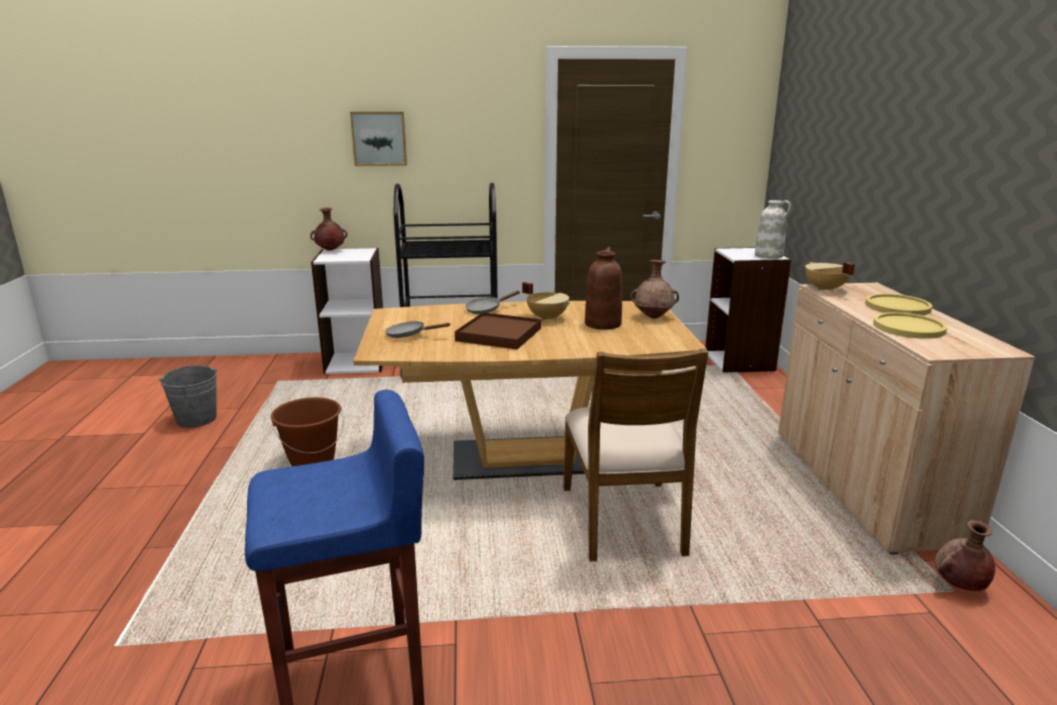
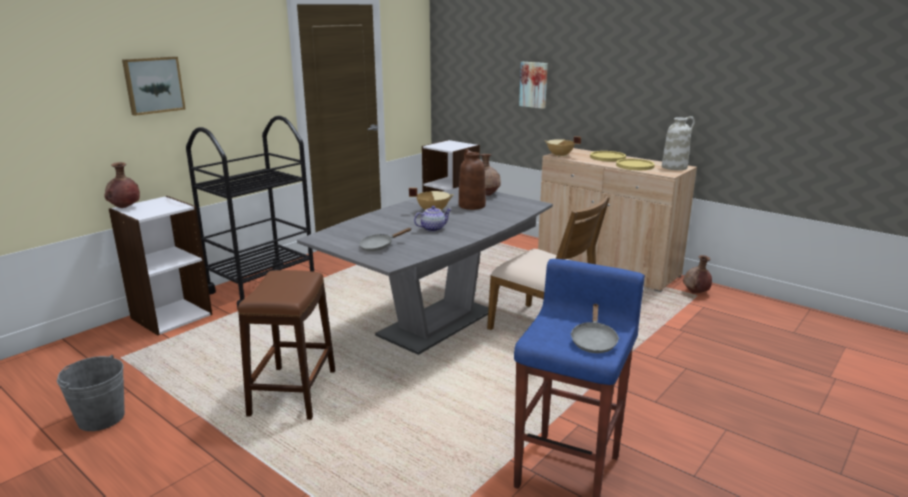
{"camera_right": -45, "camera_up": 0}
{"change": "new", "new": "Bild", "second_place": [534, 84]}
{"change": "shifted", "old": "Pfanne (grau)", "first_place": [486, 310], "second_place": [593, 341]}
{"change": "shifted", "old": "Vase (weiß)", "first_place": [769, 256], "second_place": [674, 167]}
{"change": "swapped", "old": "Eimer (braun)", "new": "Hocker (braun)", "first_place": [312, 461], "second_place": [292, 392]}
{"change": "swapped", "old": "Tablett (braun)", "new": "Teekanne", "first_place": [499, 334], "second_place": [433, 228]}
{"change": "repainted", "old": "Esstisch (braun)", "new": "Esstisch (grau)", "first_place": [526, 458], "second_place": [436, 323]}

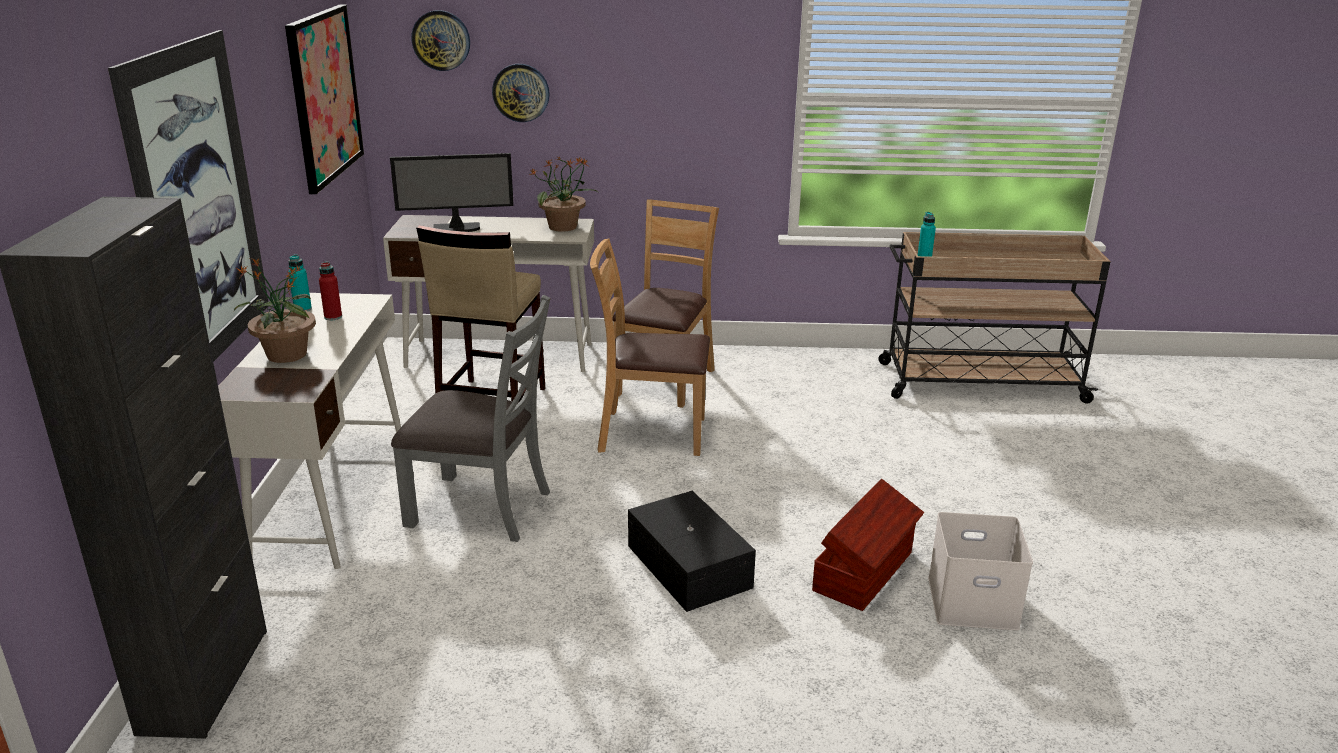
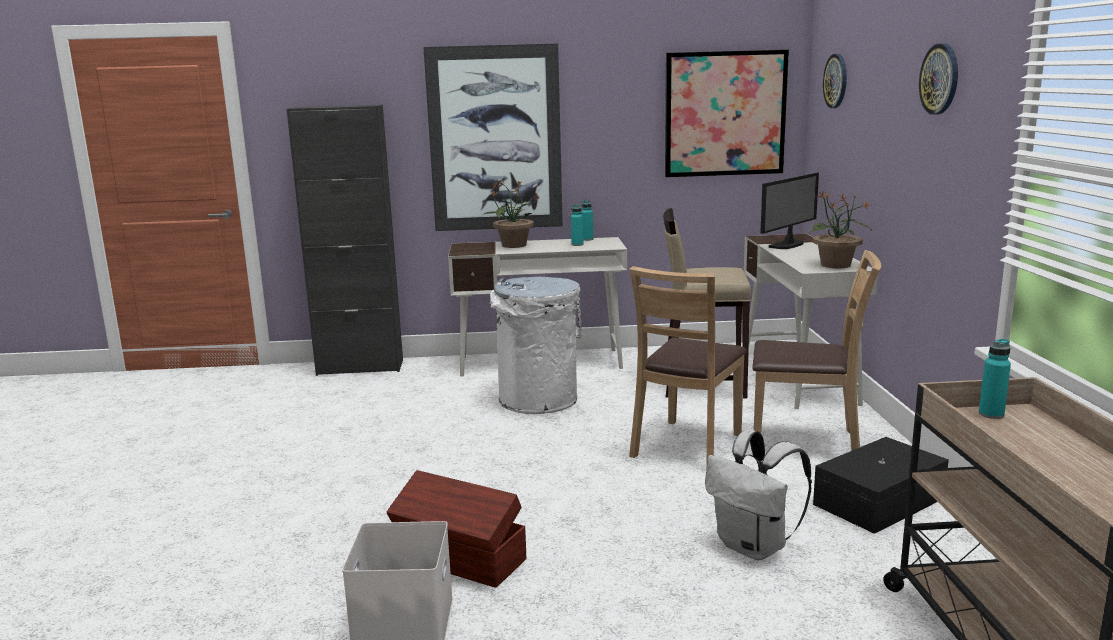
{"camera_right": 85, "camera_up": -10}
{"change": "new", "new": "Rucksack (weiß)", "second_place": [754, 547]}
{"change": "shifted", "old": "Wanduhr", "first_place": [521, 92], "second_place": [940, 79]}
{"change": "shifted", "old": "Aufbewahrungsbox (schwarz)", "first_place": [690, 565], "second_place": [881, 502]}
{"change": "swapped", "old": "Stuhl (grau)", "new": "Mülleimer (weiß)", "first_place": [481, 507], "second_place": [539, 401]}
{"change": "repainted", "old": "Flasche (rot)", "new": "Flasche (türkis)", "first_place": [333, 317], "second_place": [577, 244]}
{"change": "rotated", "old": "Monitor", "first_place": [456, 229], "second_place": [788, 245], "degrees": -120}
{"change": "rotated", "old": "Stuhl (braun)", "first_place": [650, 433], "second_place": [687, 446], "degrees": -150}

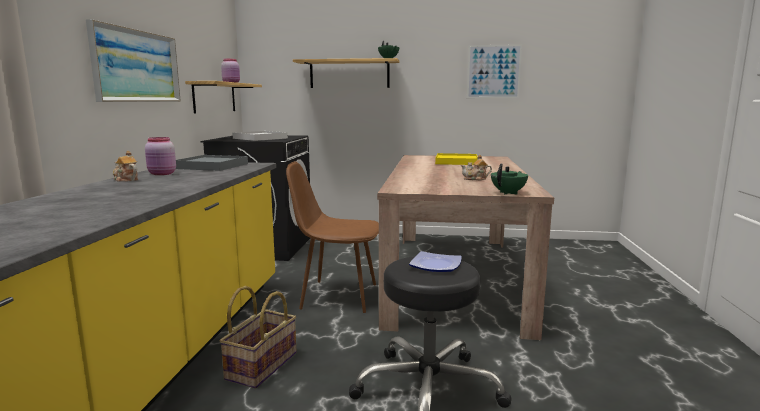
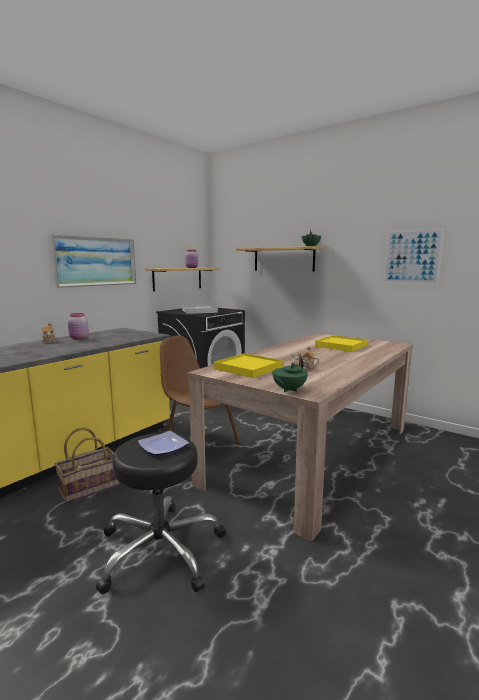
{"camera_right": 30, "camera_up": 0}
{"change": "gone", "old": "Tablett (grau)", "first_place": [212, 166]}
{"change": "new", "new": "Tablett (gelb)", "second_place": [248, 368]}
{"change": "rotated", "old": "Teekanne (grün)", "first_place": [508, 193], "second_place": [288, 390], "degrees": 150}

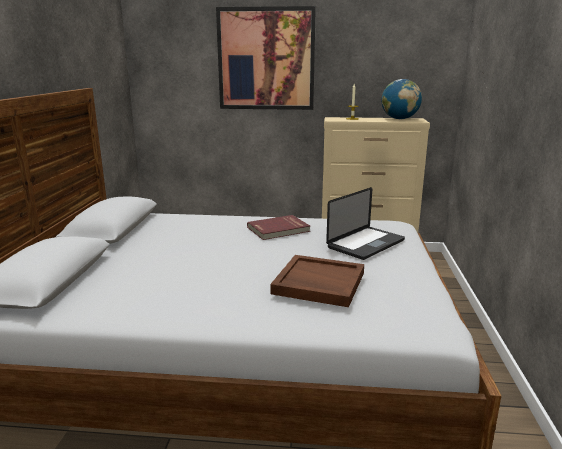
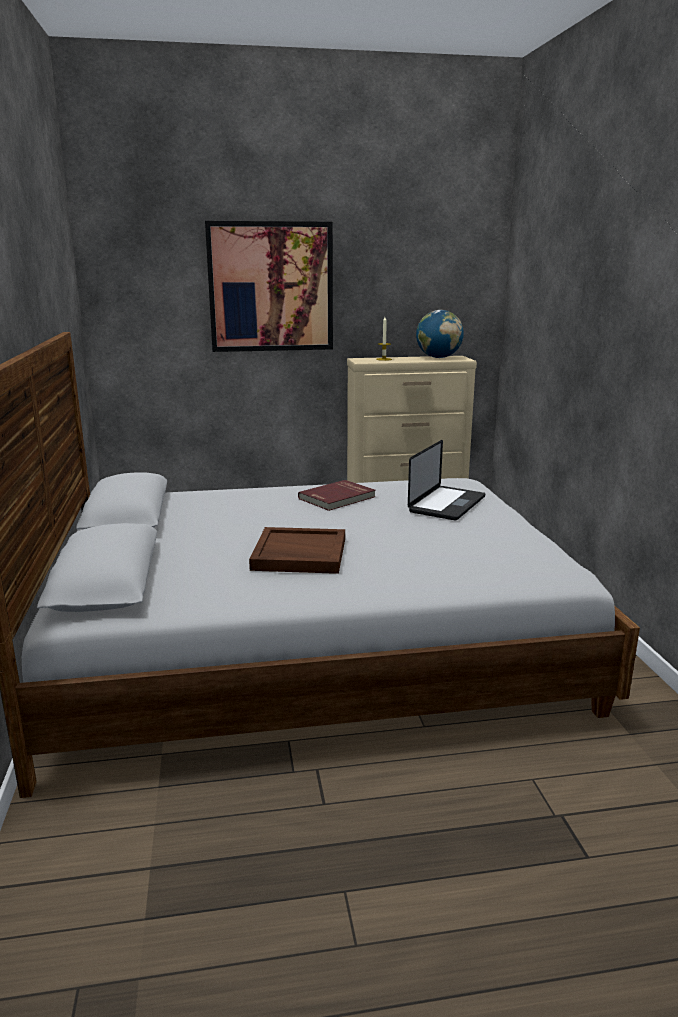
{"camera_right": -15, "camera_up": 0}
{"change": "shifted", "old": "Tablett (braun)", "first_place": [318, 283], "second_place": [298, 554]}

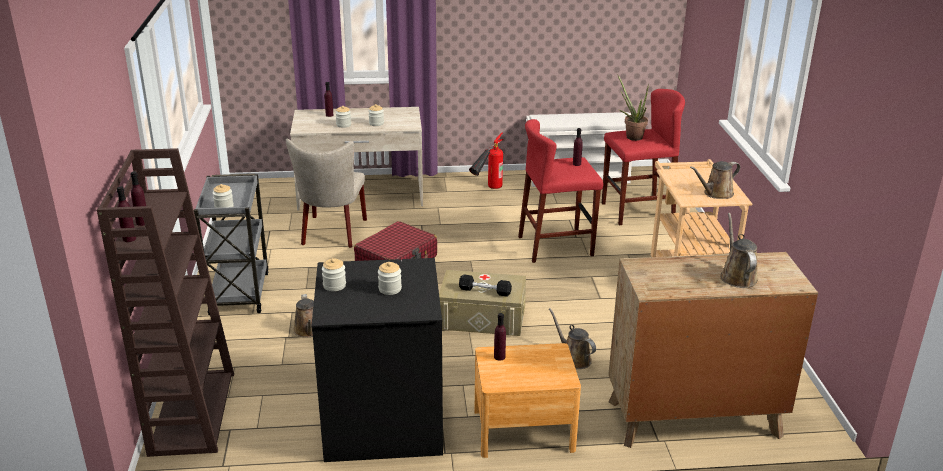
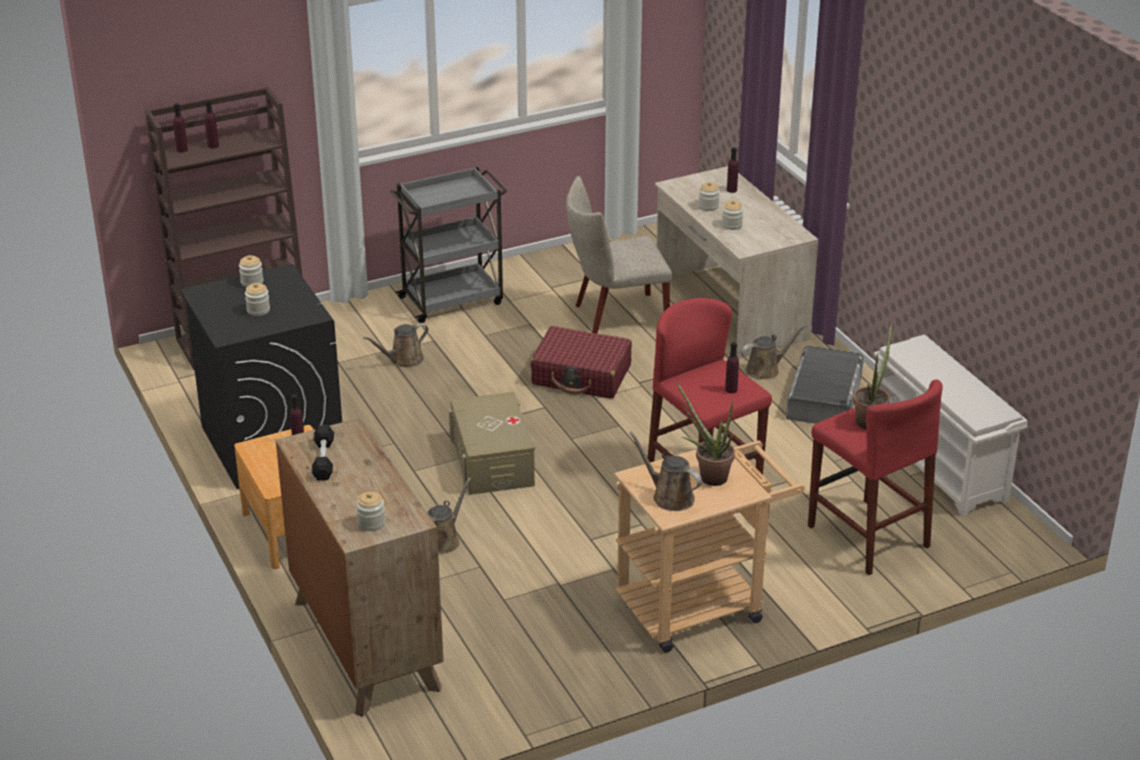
{"camera_right": 70, "camera_up": 5}
{"change": "new", "new": "Topfpflanze", "second_place": [708, 476]}
{"change": "shifted", "old": "Vorratsglas", "first_place": [224, 207], "second_place": [371, 523]}
{"change": "shifted", "old": "Hantel (schwarz)", "first_place": [485, 291], "second_place": [323, 460]}
{"change": "shifted", "old": "Gießkanne (braun)", "first_place": [737, 276], "second_place": [765, 370]}
{"change": "swapped", "old": "Feuerlöscher", "new": "Aufbewahrungsbox (grau)", "first_place": [487, 190], "second_place": [824, 397]}

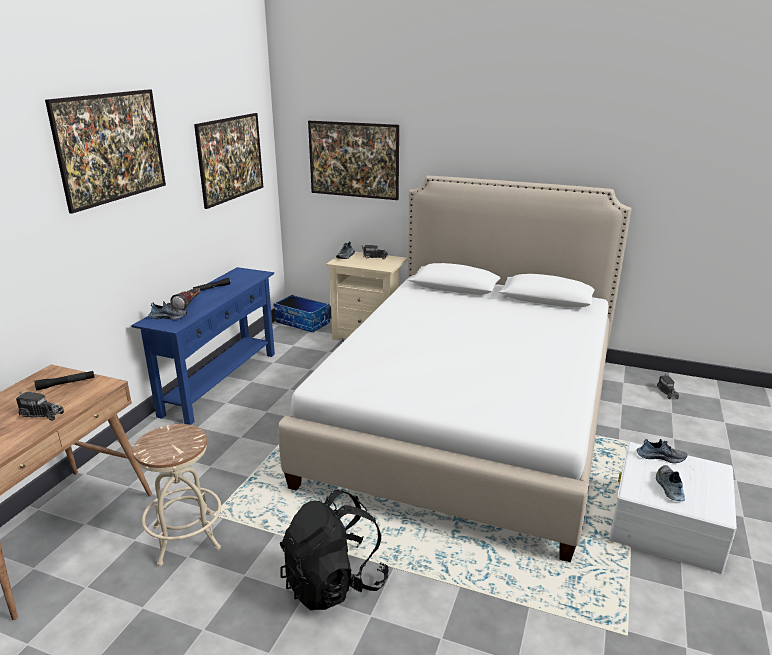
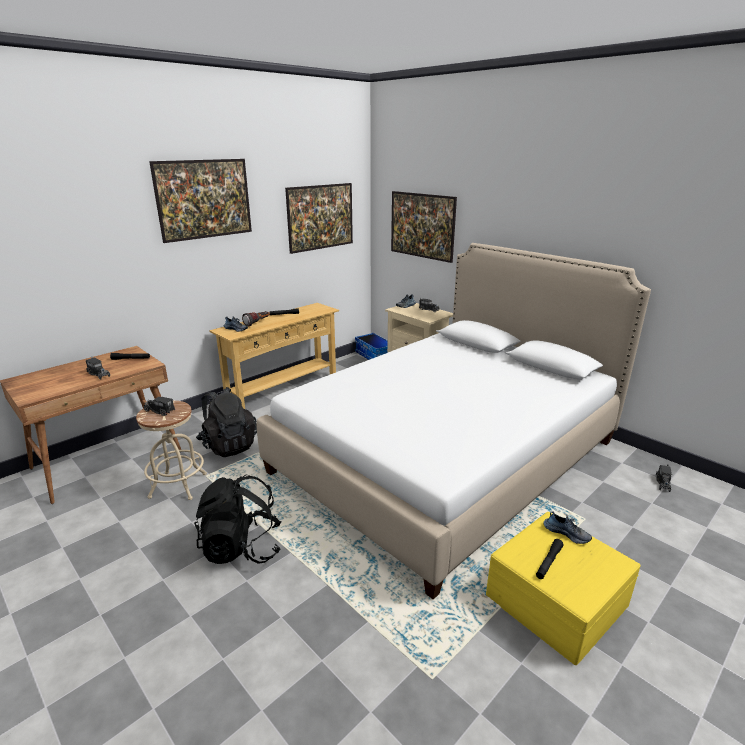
{"camera_right": 25, "camera_up": 0}
{"change": "new", "new": "Spielzeuglaster", "second_place": [161, 411]}
{"change": "new", "new": "Rucksack (schwarz)", "second_place": [228, 445]}
{"change": "swapped", "old": "Schuh", "new": "Taschenlampe (schwarz)", "first_place": [668, 487], "second_place": [548, 562]}
{"change": "repainted", "old": "Konsolentisch (blau)", "new": "Konsolentisch (beige)", "first_place": [220, 383], "second_place": [283, 387]}
{"change": "repainted", "old": "Aufbewahrungsbox (weiß)", "new": "Aufbewahrungsbox (gelb)", "first_place": [666, 524], "second_place": [555, 600]}

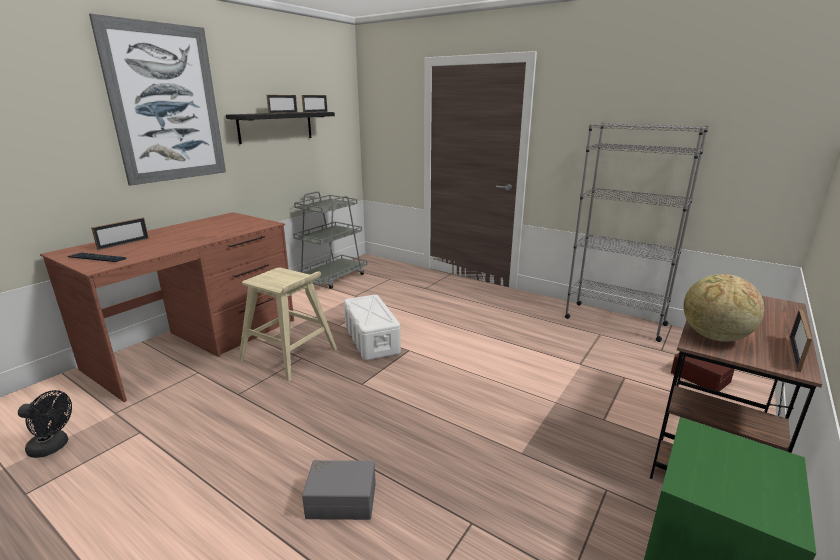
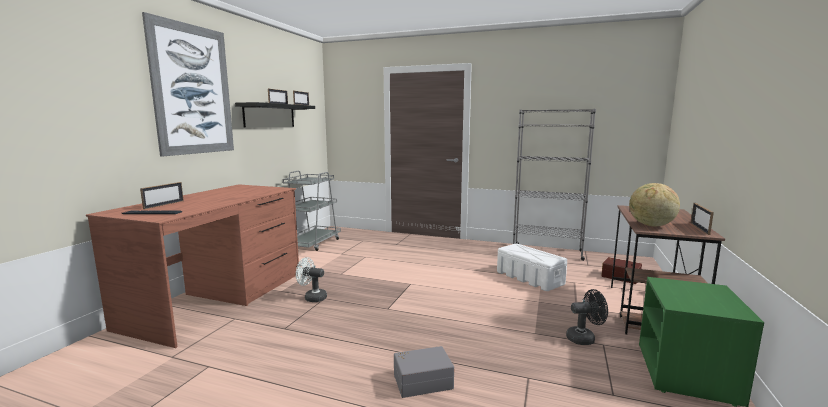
{"camera_right": -15, "camera_up": -10}
{"change": "shifted", "old": "Ventilator (schwarz)", "first_place": [53, 447], "second_place": [584, 338]}
{"change": "shifted", "old": "Aufbewahrungsbox (weiß)", "first_place": [371, 339], "second_place": [530, 278]}
{"change": "swapped", "old": "Hocker (beige)", "new": "Ventilator (weiß)", "first_place": [289, 355], "second_place": [312, 297]}

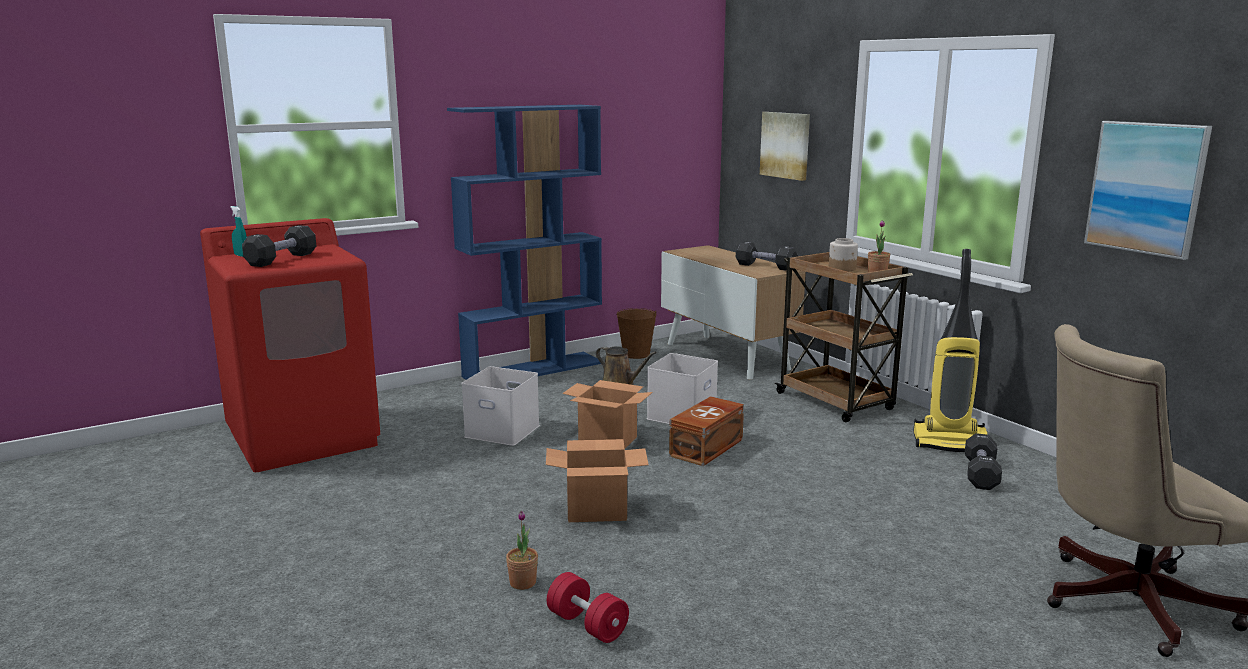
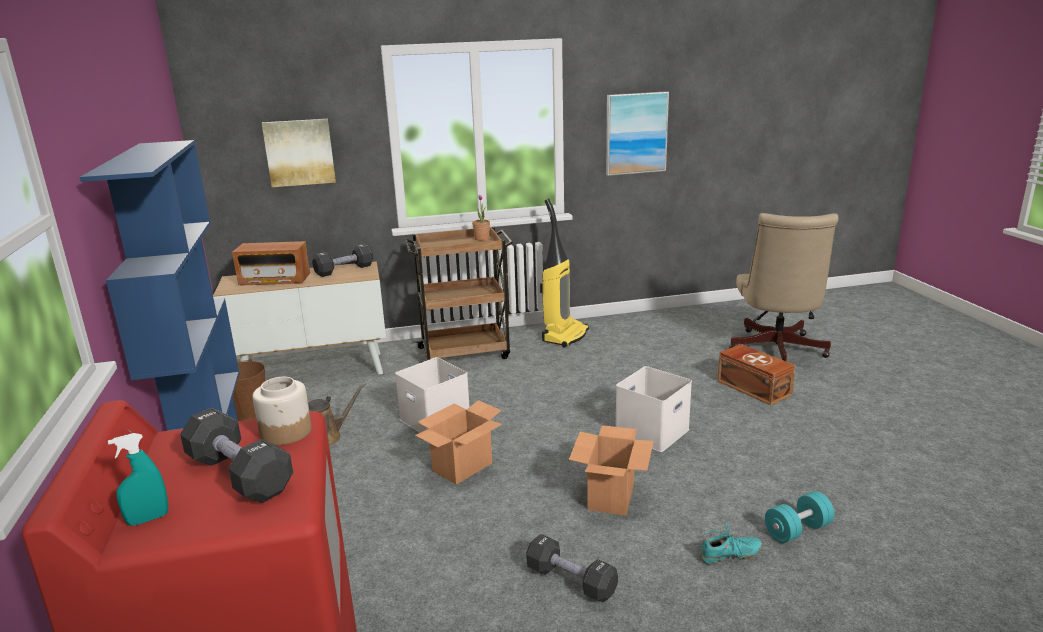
{"camera_right": -70, "camera_up": 5}
{"change": "new", "new": "Radio", "second_place": [274, 280]}
{"change": "shifted", "old": "Aufbewahrungsbox (weiß)", "first_place": [504, 431], "second_place": [651, 431]}
{"change": "shifted", "old": "Aufbewahrungsbox (braun)", "first_place": [708, 447], "second_place": [753, 387]}
{"change": "shifted", "old": "Vorratsglas", "first_place": [842, 268], "second_place": [286, 432]}
{"change": "shifted", "old": "Hantel (schwarz)", "first_place": [980, 474], "second_place": [571, 581]}
{"change": "swapped", "old": "Topfpflanze", "new": "Schuh (türkis)", "first_place": [523, 583], "second_place": [730, 555]}
{"change": "repainted", "old": "Hantel (rot)", "new": "Hantel (türkis)", "first_place": [587, 625], "second_place": [797, 530]}

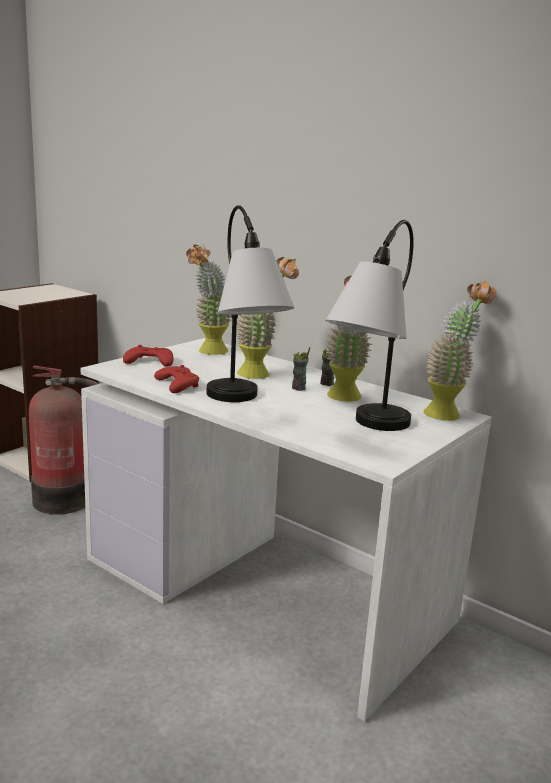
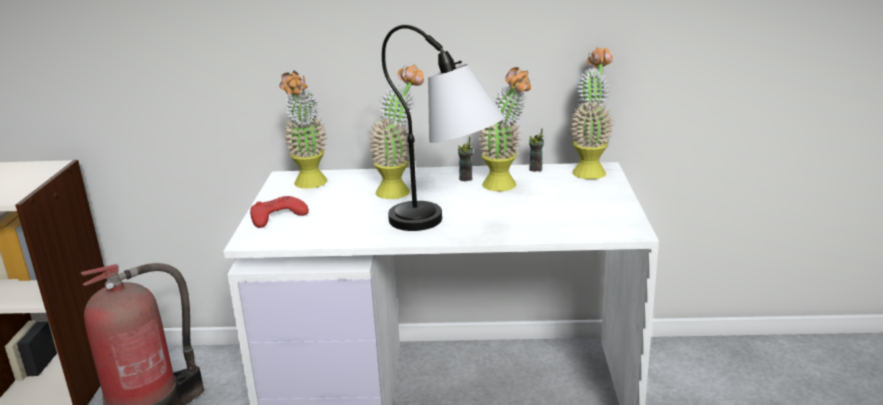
{"camera_right": -35, "camera_up": 5}
{"change": "gone", "old": "Gamepad (rot)", "first_place": [177, 384]}
{"change": "gone", "old": "Tischlampe", "first_place": [365, 431]}
{"change": "shifted", "old": "Tasse", "first_place": [298, 388], "second_place": [536, 169]}

